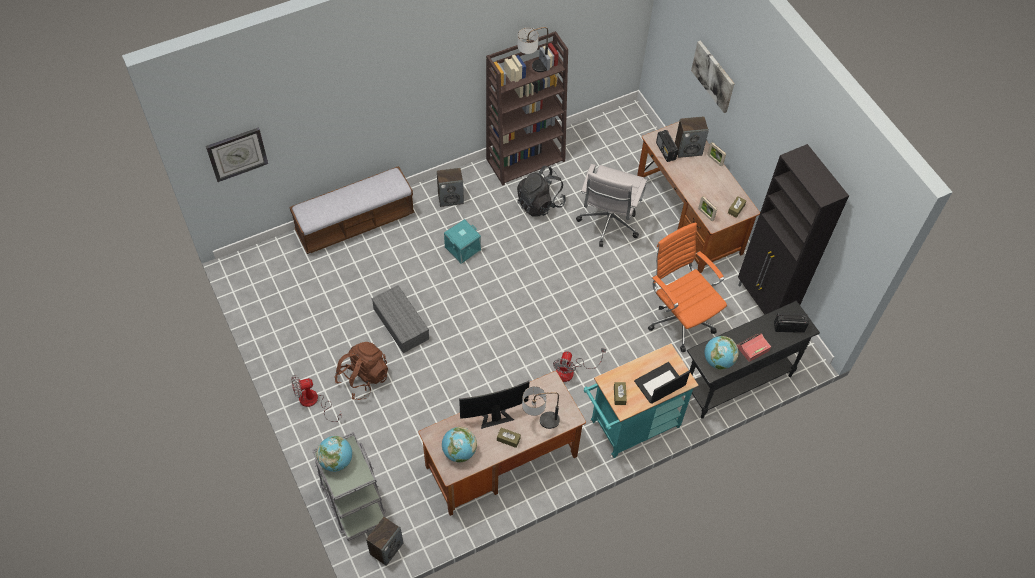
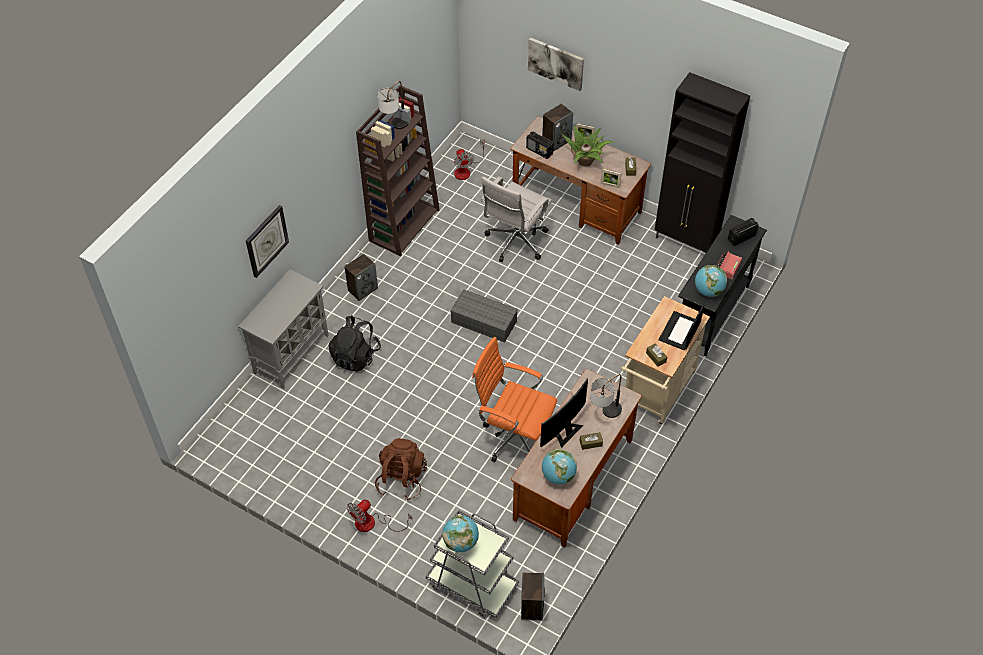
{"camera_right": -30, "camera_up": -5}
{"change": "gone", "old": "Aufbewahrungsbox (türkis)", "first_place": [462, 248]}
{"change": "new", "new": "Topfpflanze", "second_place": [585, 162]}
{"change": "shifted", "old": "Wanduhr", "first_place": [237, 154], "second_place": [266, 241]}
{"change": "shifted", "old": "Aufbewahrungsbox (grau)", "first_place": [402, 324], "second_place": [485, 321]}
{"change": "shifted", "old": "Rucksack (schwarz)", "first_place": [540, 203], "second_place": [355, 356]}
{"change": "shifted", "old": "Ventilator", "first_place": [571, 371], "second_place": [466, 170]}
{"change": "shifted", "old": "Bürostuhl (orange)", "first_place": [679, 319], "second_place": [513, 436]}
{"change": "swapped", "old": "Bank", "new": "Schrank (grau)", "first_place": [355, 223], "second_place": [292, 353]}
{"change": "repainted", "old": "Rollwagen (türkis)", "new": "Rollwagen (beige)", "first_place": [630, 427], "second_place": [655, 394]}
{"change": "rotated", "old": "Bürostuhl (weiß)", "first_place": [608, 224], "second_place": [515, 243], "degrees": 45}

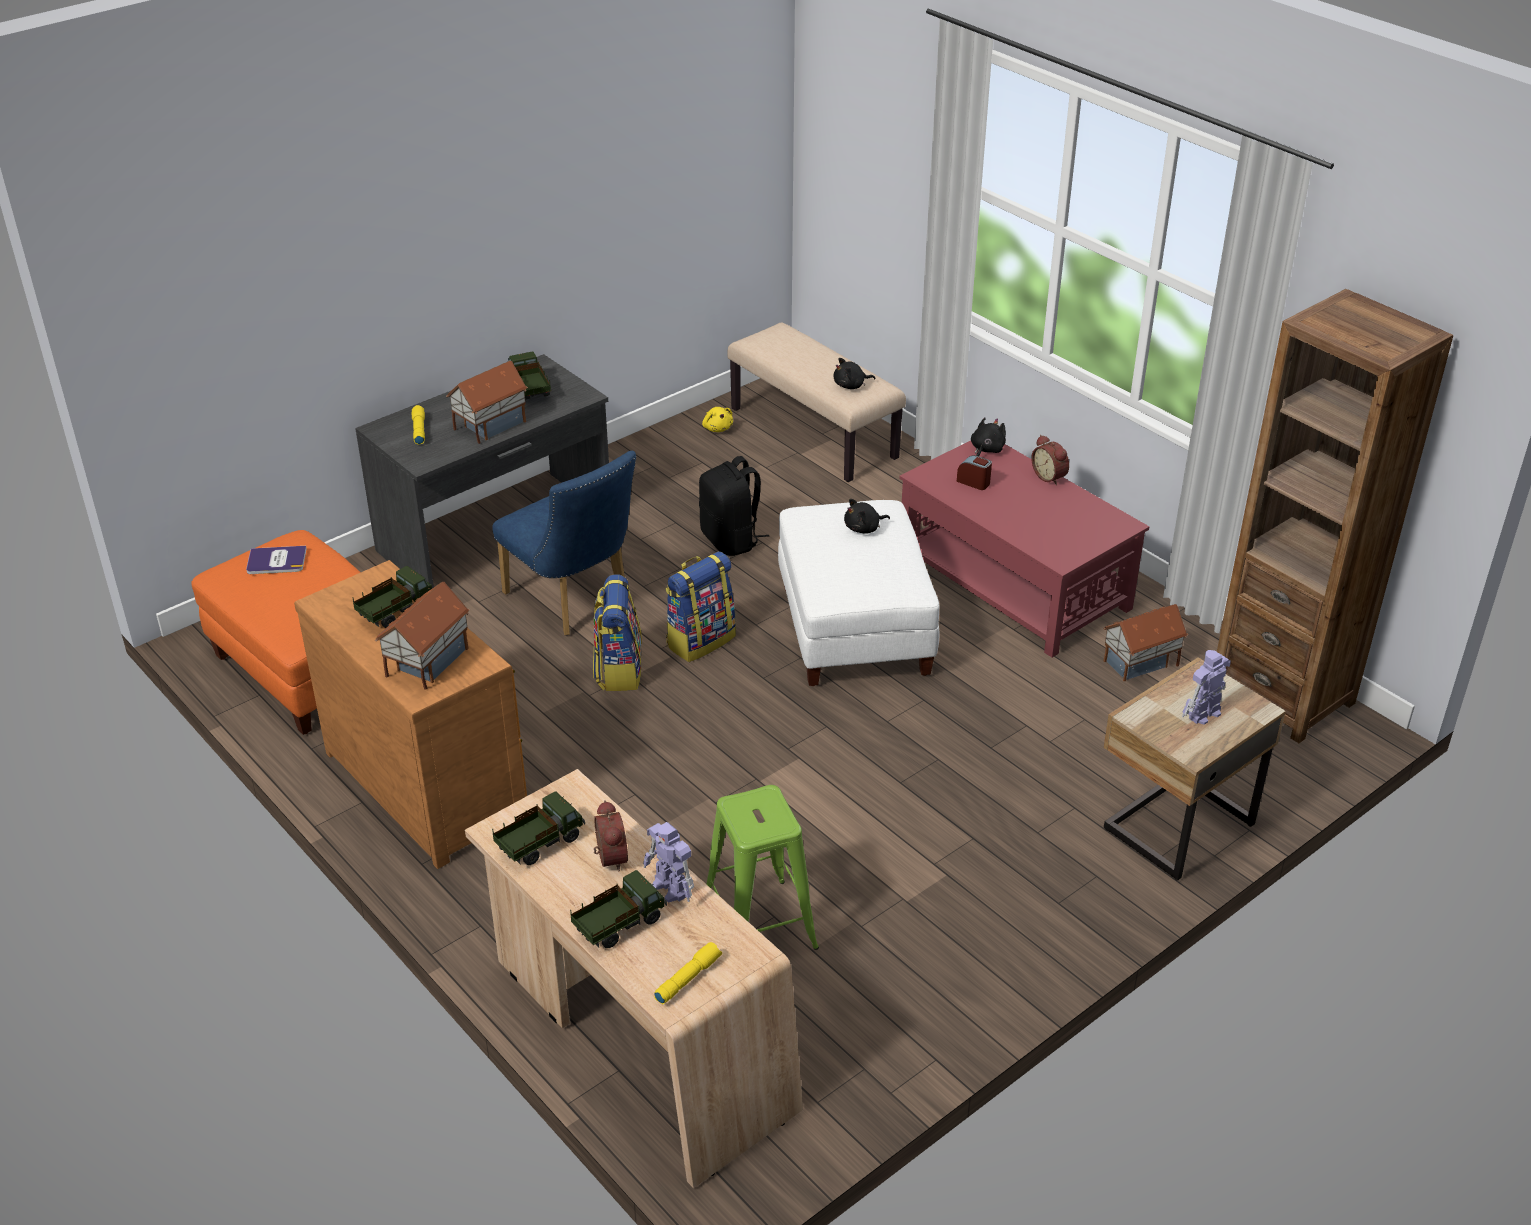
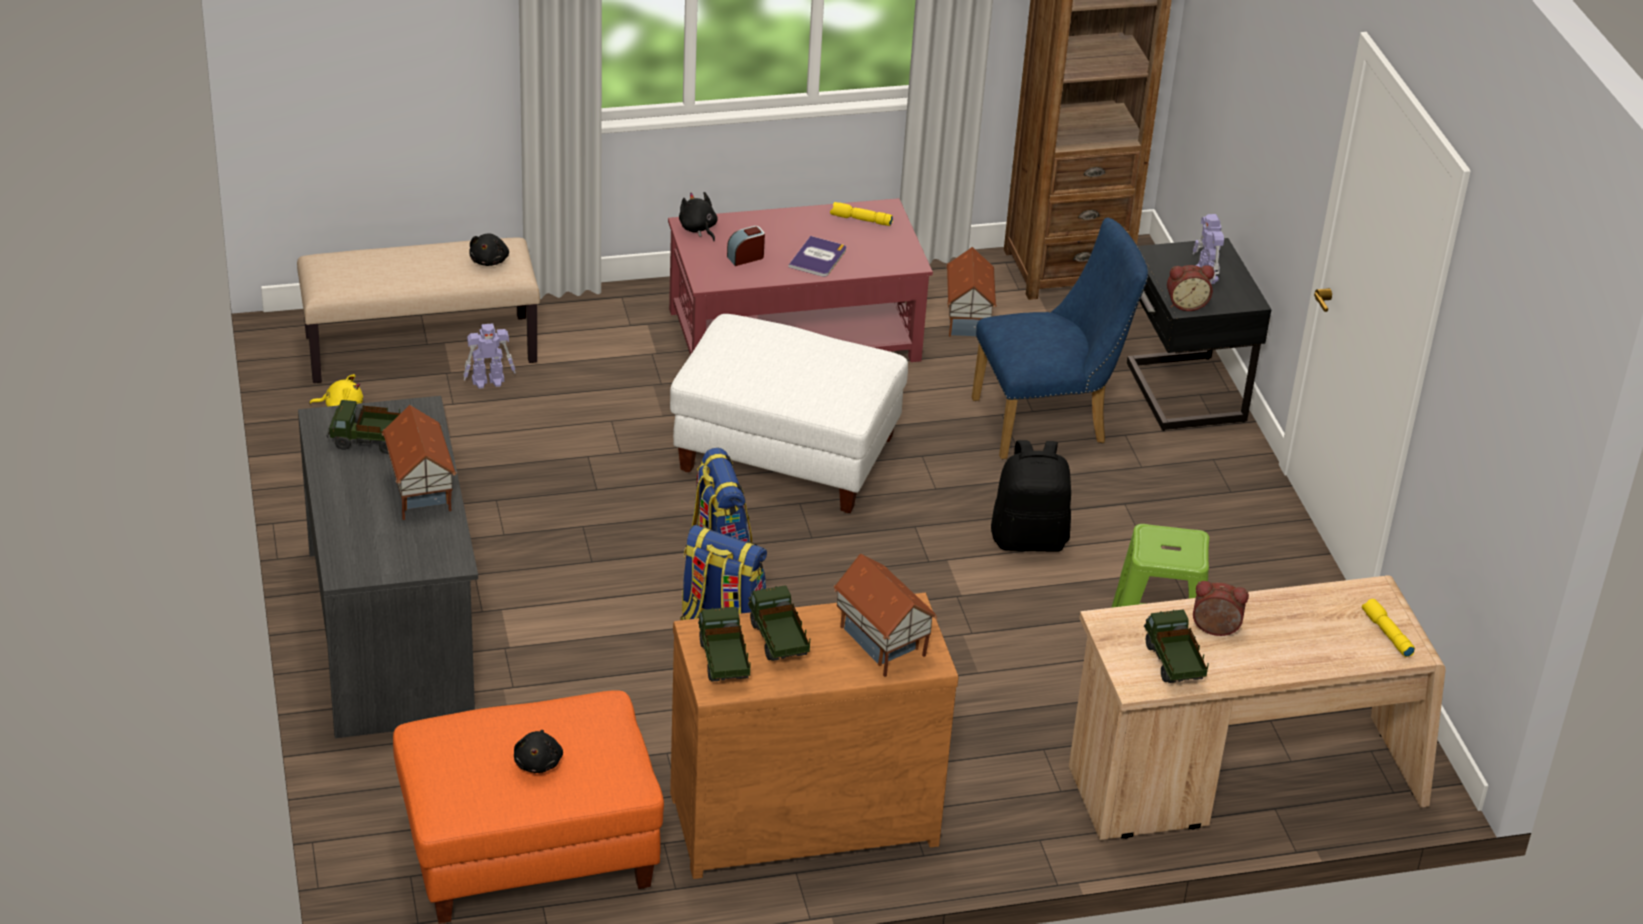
{"camera_right": -65, "camera_up": 0}
{"change": "shifted", "old": "Buch", "first_place": [276, 561], "second_place": [818, 258]}
{"change": "shifted", "old": "Taschenlampe (gelb)", "first_place": [418, 430], "second_place": [860, 220]}
{"change": "shifted", "old": "Stuhl (blau)", "first_place": [574, 602], "second_place": [1049, 422]}
{"change": "shifted", "old": "Spielzeuglaster", "first_place": [619, 925], "second_place": [722, 662]}
{"change": "shifted", "old": "Spielzeugroboter", "first_place": [671, 889], "second_place": [489, 381]}
{"change": "shifted", "old": "Rucksack (schwarz)", "first_place": [731, 540], "second_place": [1029, 539]}
{"change": "shifted", "old": "Plüschtier (schwarz)", "first_place": [864, 528], "second_place": [538, 762]}
{"change": "shifted", "old": "Wecker", "first_place": [1050, 476], "second_place": [1186, 304]}
{"change": "repainted", "old": "Nachttisch (beige)", "new": "Nachttisch (schwarz)", "first_place": [1174, 825], "second_place": [1181, 394]}

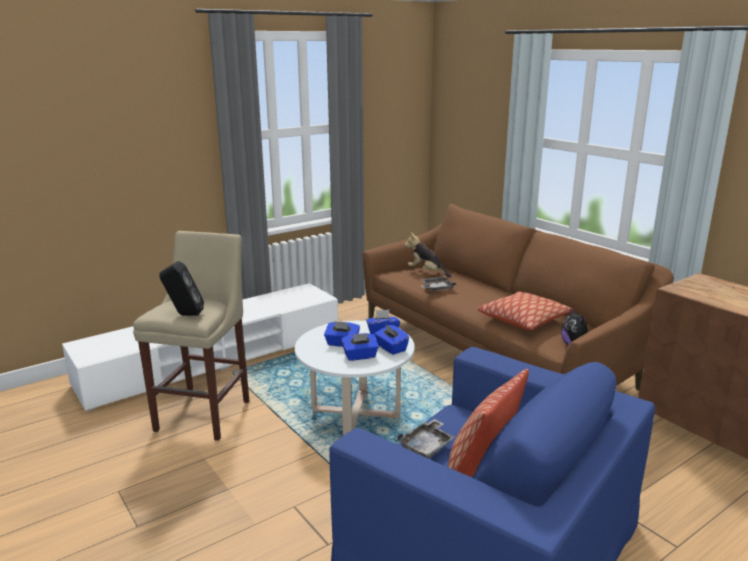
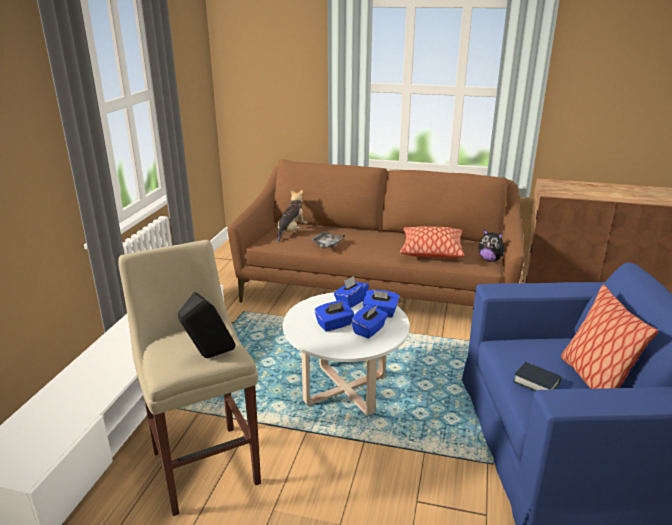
{"camera_right": -40, "camera_up": 5}
{"change": "swapped", "old": "Tablett (grau)", "new": "Buch", "first_place": [427, 446], "second_place": [536, 382]}
{"change": "rotated", "old": "Plüschtier", "first_place": [426, 272], "second_place": [291, 232], "degrees": 120}

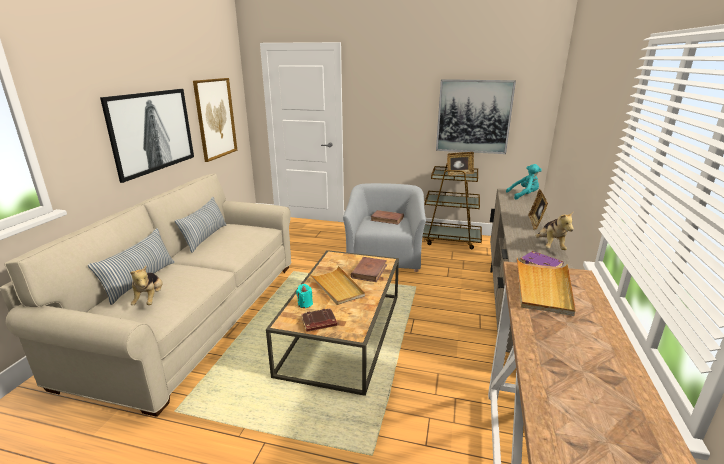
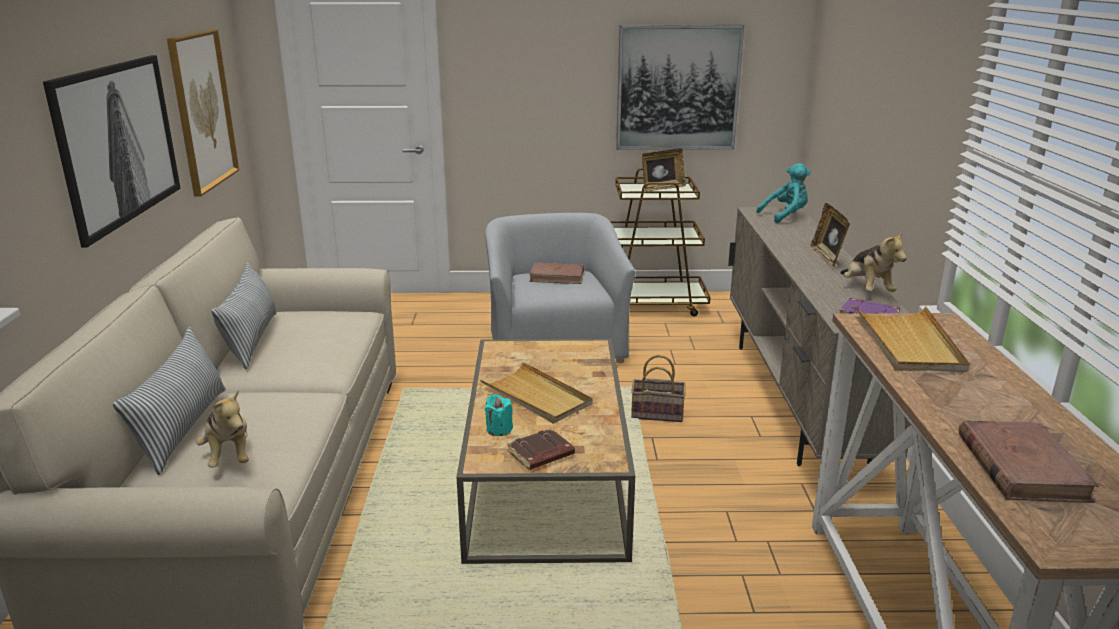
{"camera_right": -15, "camera_up": 0}
{"change": "new", "new": "Korb", "second_place": [658, 413]}
{"change": "shifted", "old": "Buch (braun)", "first_place": [369, 271], "second_place": [1021, 466]}

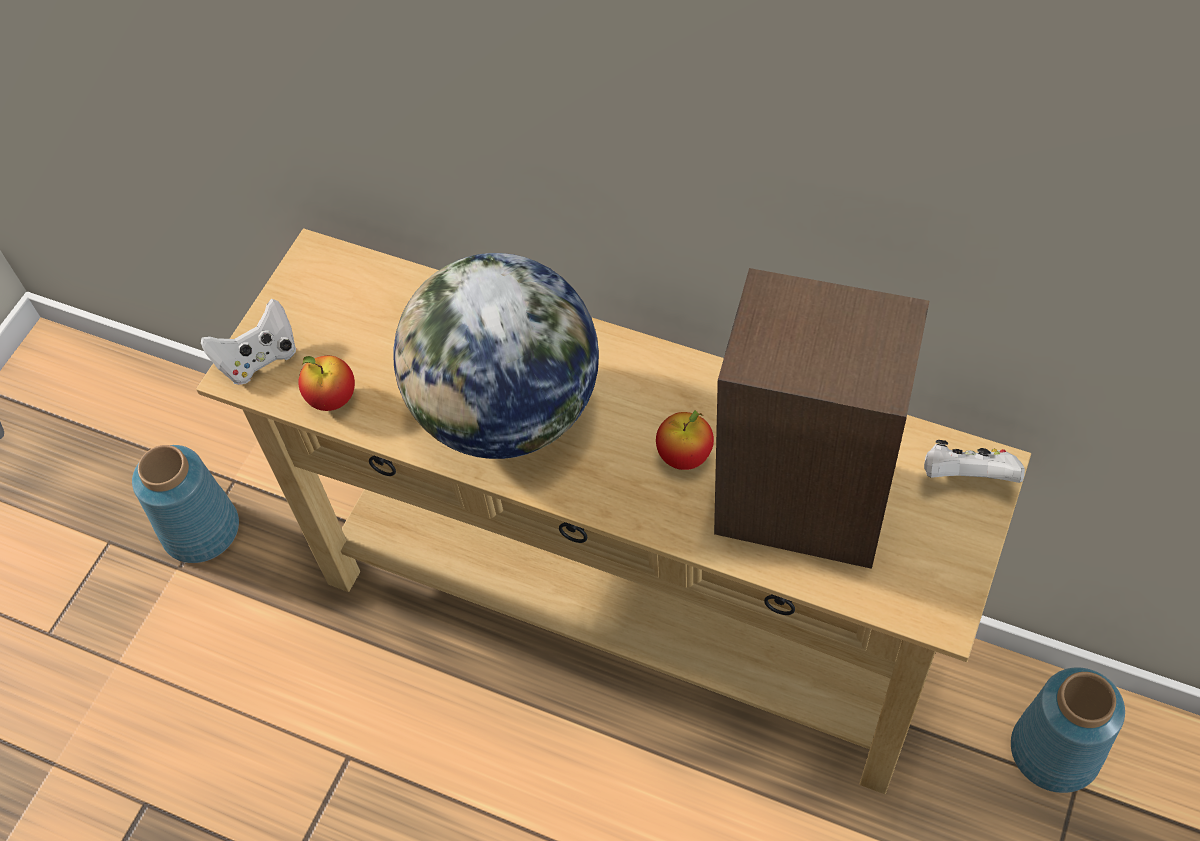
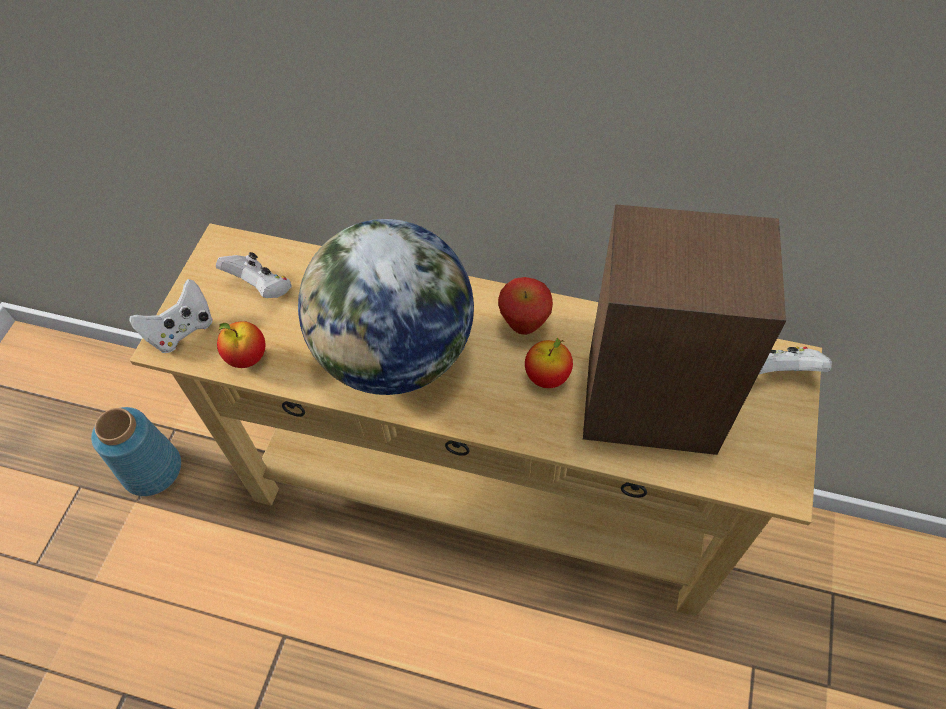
{"camera_right": -10, "camera_up": 0}
{"change": "gone", "old": "Vase (blau)", "first_place": [1056, 751]}
{"change": "new", "new": "Gamepad (weiß)", "second_place": [261, 288]}
{"change": "new", "new": "Apfel", "second_place": [524, 325]}

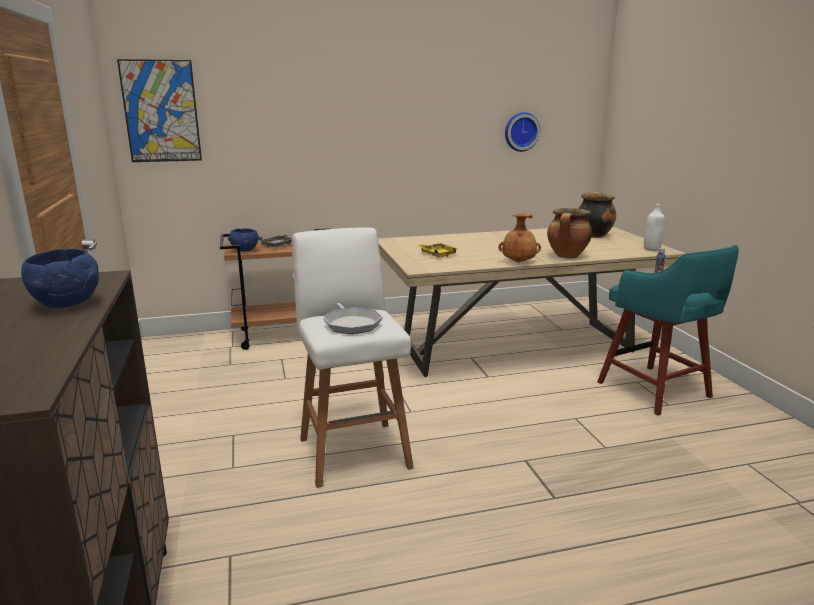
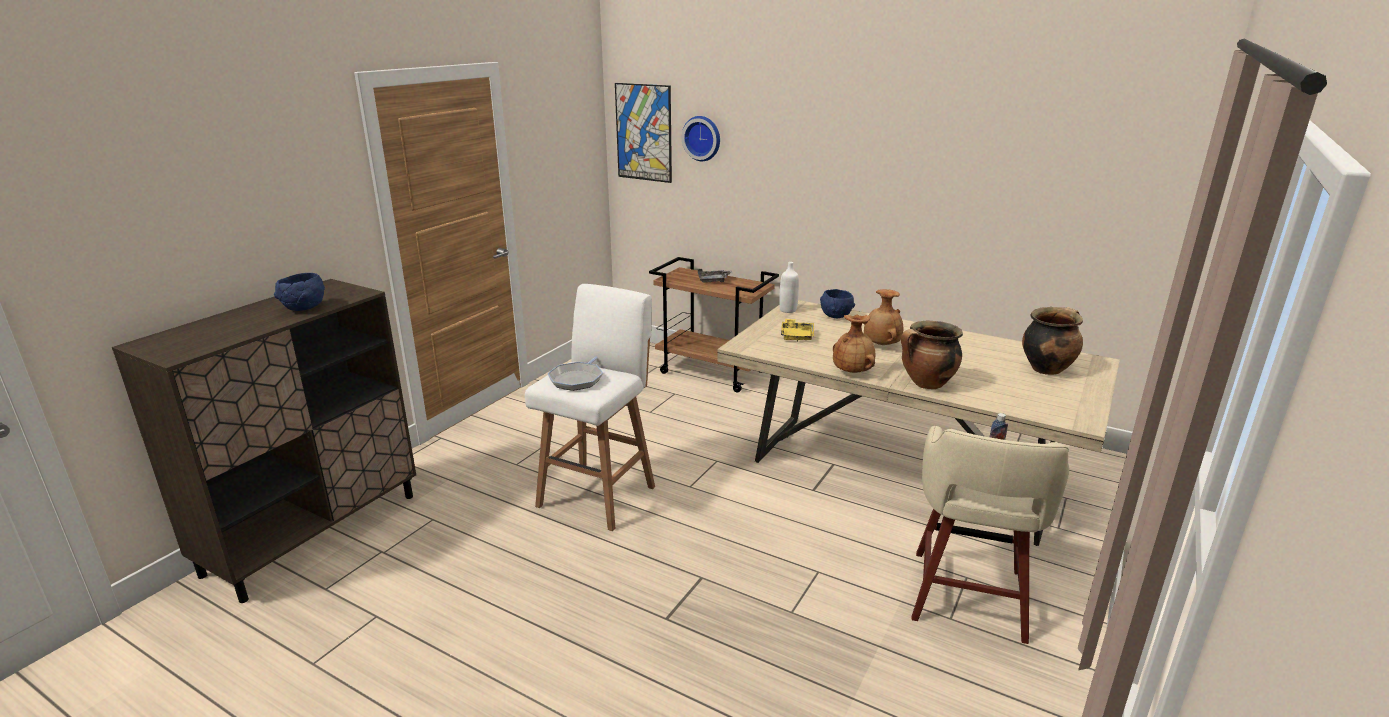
{"camera_right": 45, "camera_up": 5}
{"change": "new", "new": "Vase (braun)", "second_place": [881, 345]}
{"change": "shifted", "old": "Schüssel (blau)", "first_place": [245, 250], "second_place": [836, 316]}
{"change": "shifted", "old": "Wanduhr", "first_place": [521, 131], "second_place": [702, 138]}
{"change": "shifted", "old": "Flasche (weiß)", "first_place": [651, 249], "second_place": [788, 310]}
{"change": "repainted", "old": "Hocker (türkis)", "new": "Hocker (beige)", "first_place": [656, 391], "second_place": [967, 598]}

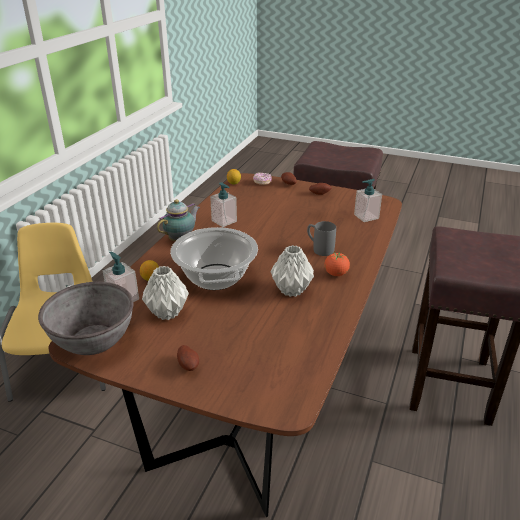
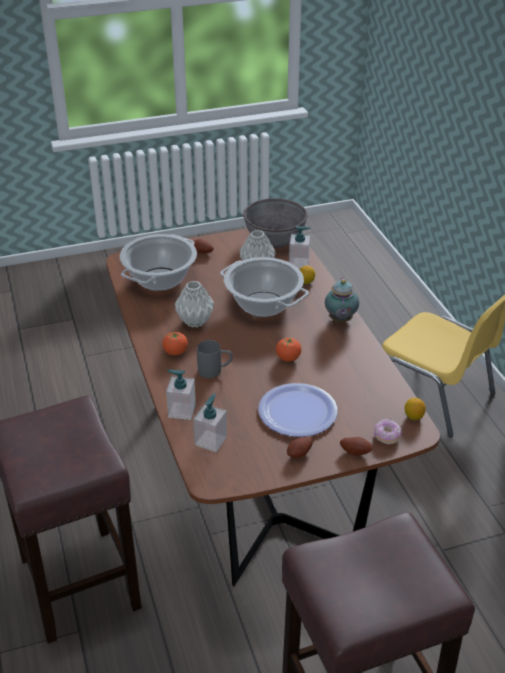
{"camera_right": 140, "camera_up": 5}
{"change": "new", "new": "Kochtopf", "second_place": [160, 279]}
{"change": "new", "new": "Teller", "second_place": [298, 411]}
{"change": "new", "new": "Tomate", "second_place": [288, 358]}
{"change": "shifted", "old": "Seifenspender", "first_place": [224, 221], "second_place": [181, 411]}

